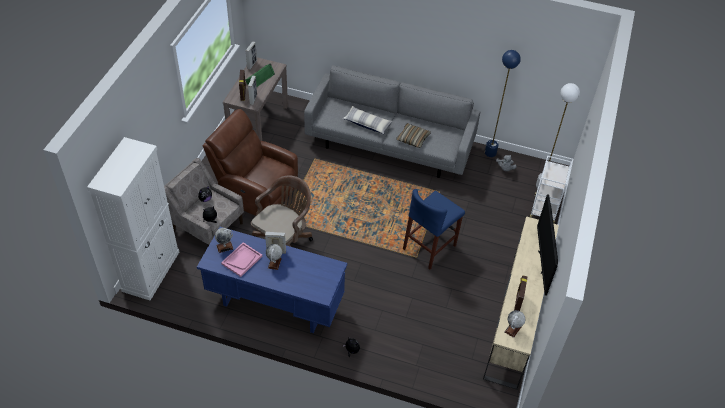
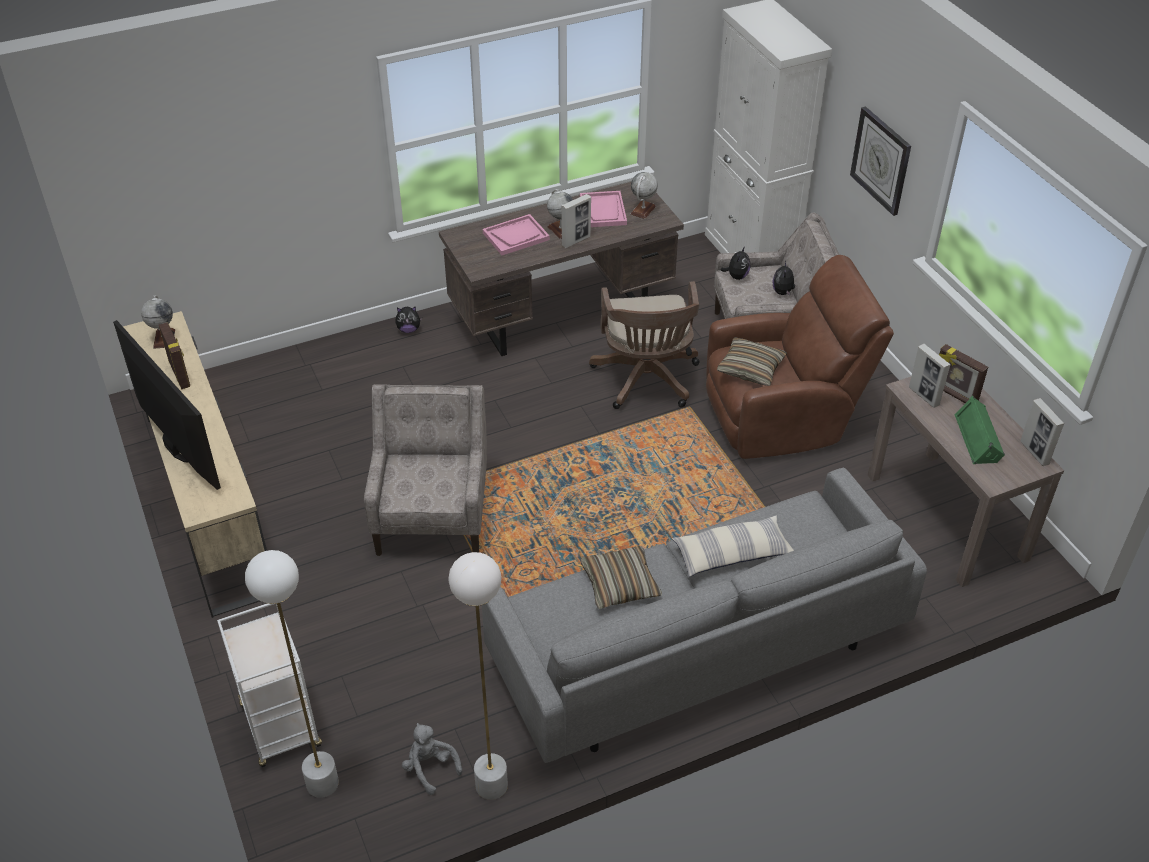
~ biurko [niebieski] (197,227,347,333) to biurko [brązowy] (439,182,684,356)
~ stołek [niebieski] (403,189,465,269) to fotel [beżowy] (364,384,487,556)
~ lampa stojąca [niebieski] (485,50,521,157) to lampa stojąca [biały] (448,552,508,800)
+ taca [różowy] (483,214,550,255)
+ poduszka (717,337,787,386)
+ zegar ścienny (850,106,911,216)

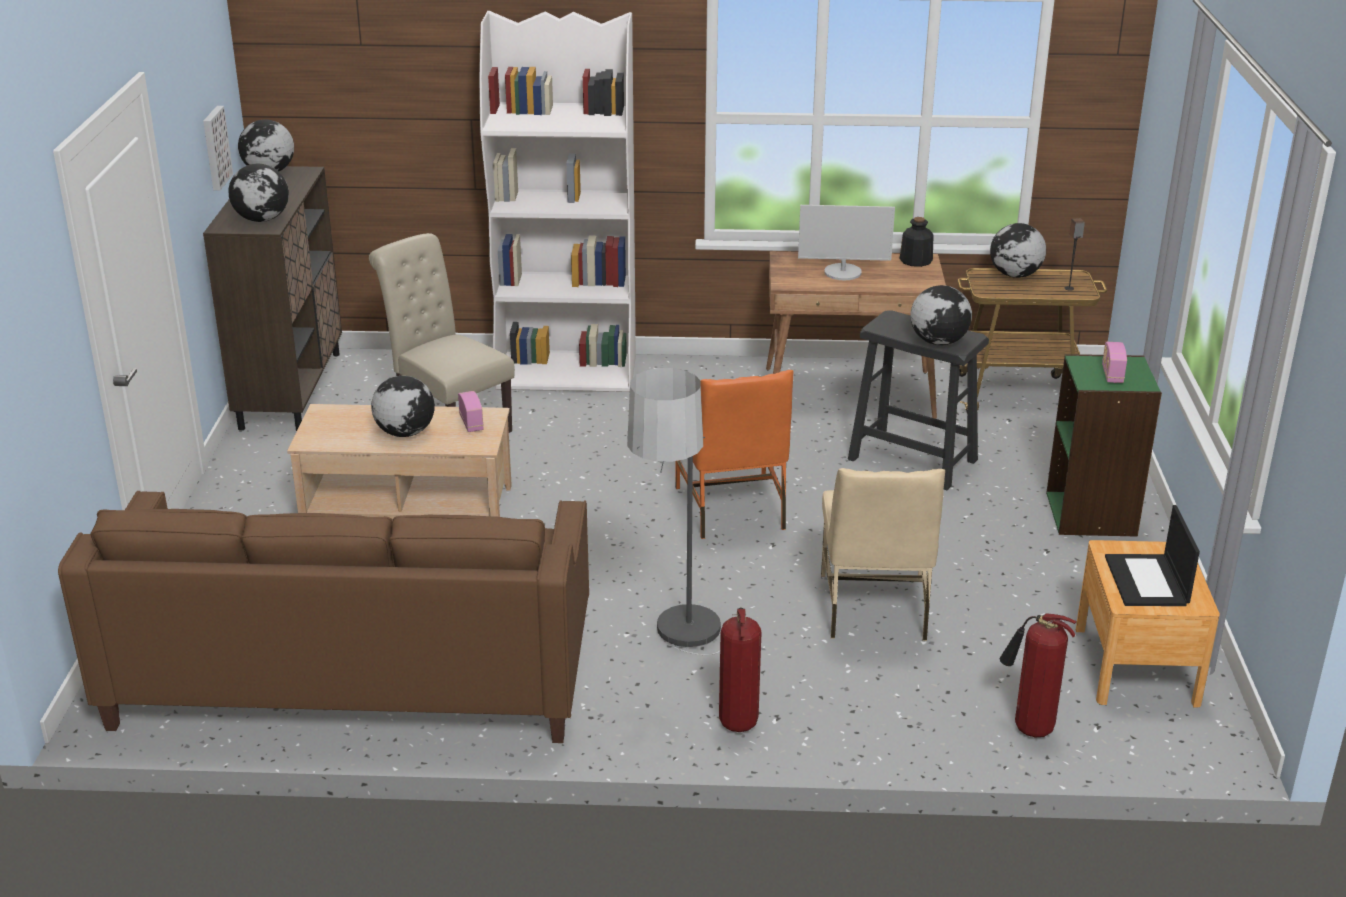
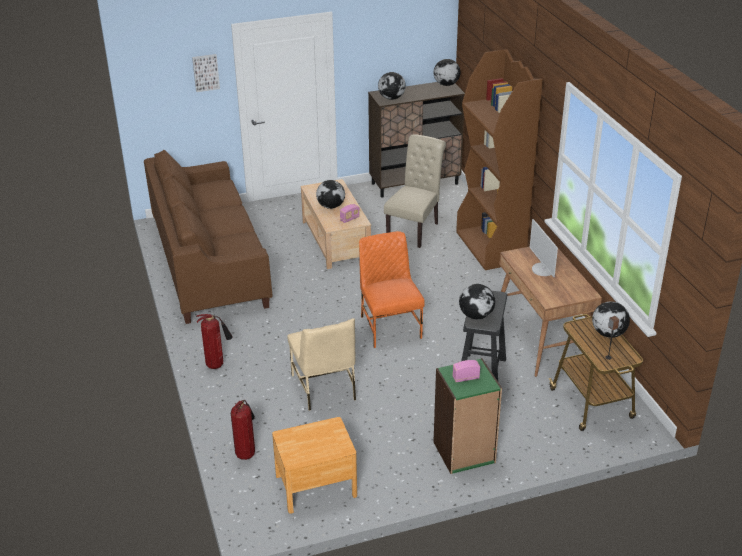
~ obraz (203,106,233,191) to (192,54,220,92)
~ regał [biały] (479,11,636,392) to regał [brązowy] (456,49,543,270)
- lampa stojąca (627,368,721,655)
~ krzesło [pomarańczowy] (675,370,794,539) = (359,231,425,348) 105 degrees clockwise
~ krzesło [beżowy] (821,468,945,641) = (287,318,356,411) 90 degrees counterclockwise
- butelka (900,217,934,267)
- laptop (1105,505,1200,606)

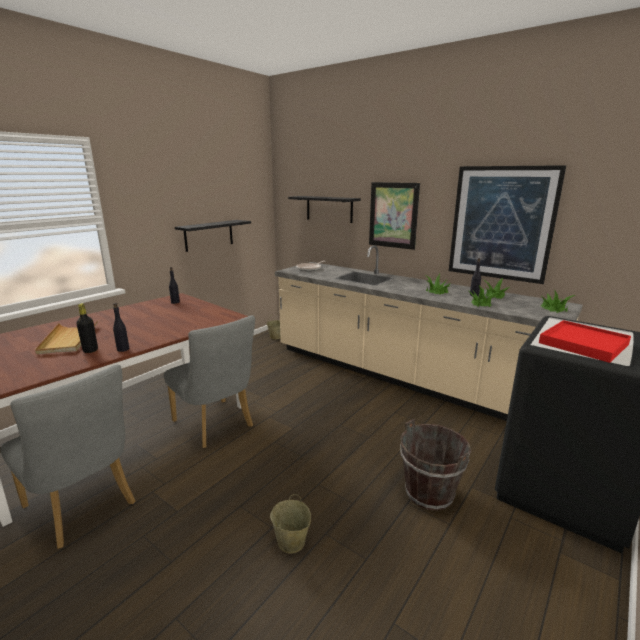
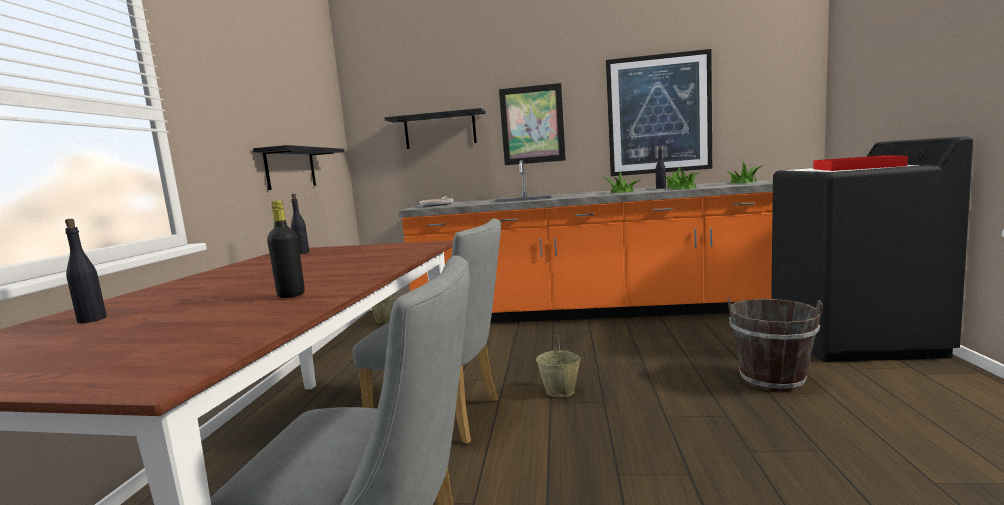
- taca [beżowy] (35,320,99,354)
~ butelka [czarny] (113,303,129,352) to (65,219,107,323)
~ wiadro [beżowy] (270,494,311,554) to (536,335,581,398)
~ zabudowa kuchenna [beżowy] (275,245,583,421) to zabudowa kuchenna [pomarańczowy] (398,160,773,323)

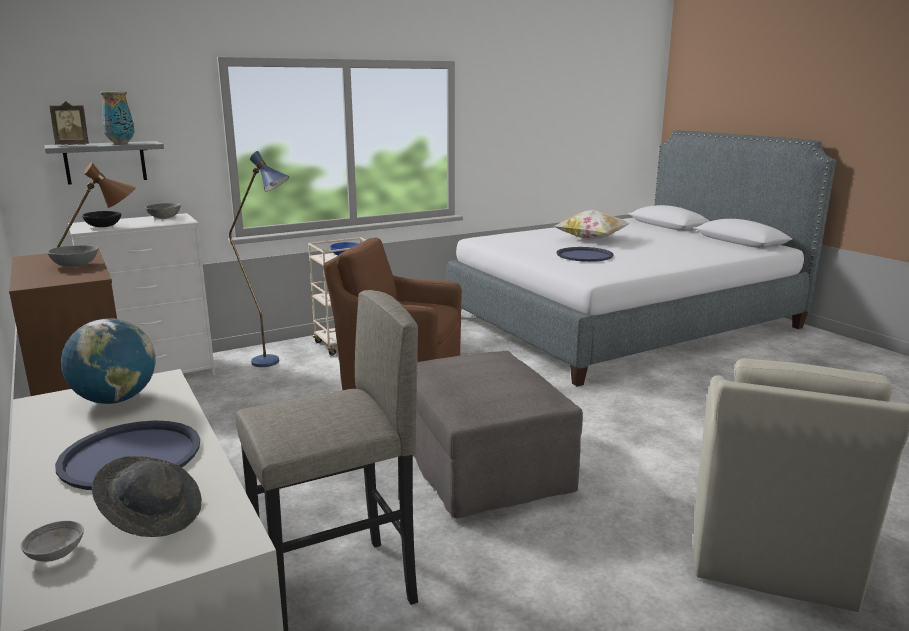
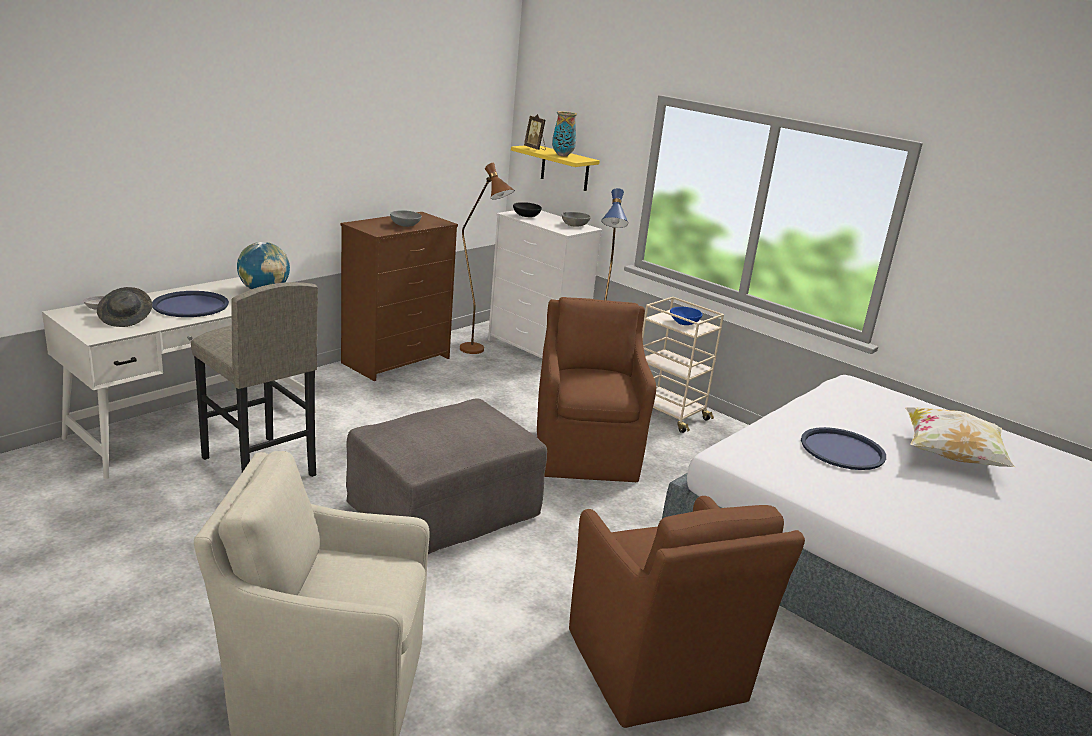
~ półka [szary] (44,141,164,185) to półka [żółty] (511,145,600,191)
+ fotel [brązowy] (569,496,805,728)

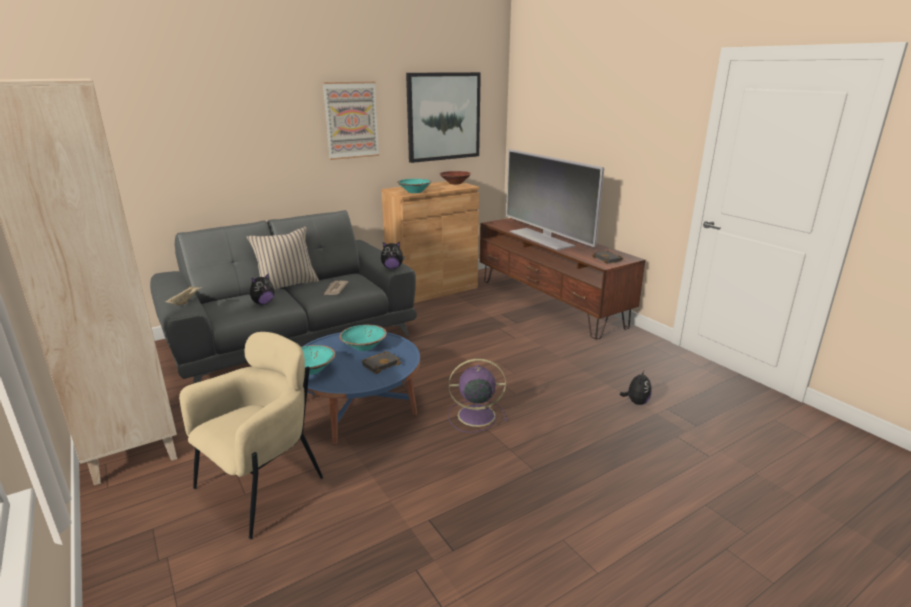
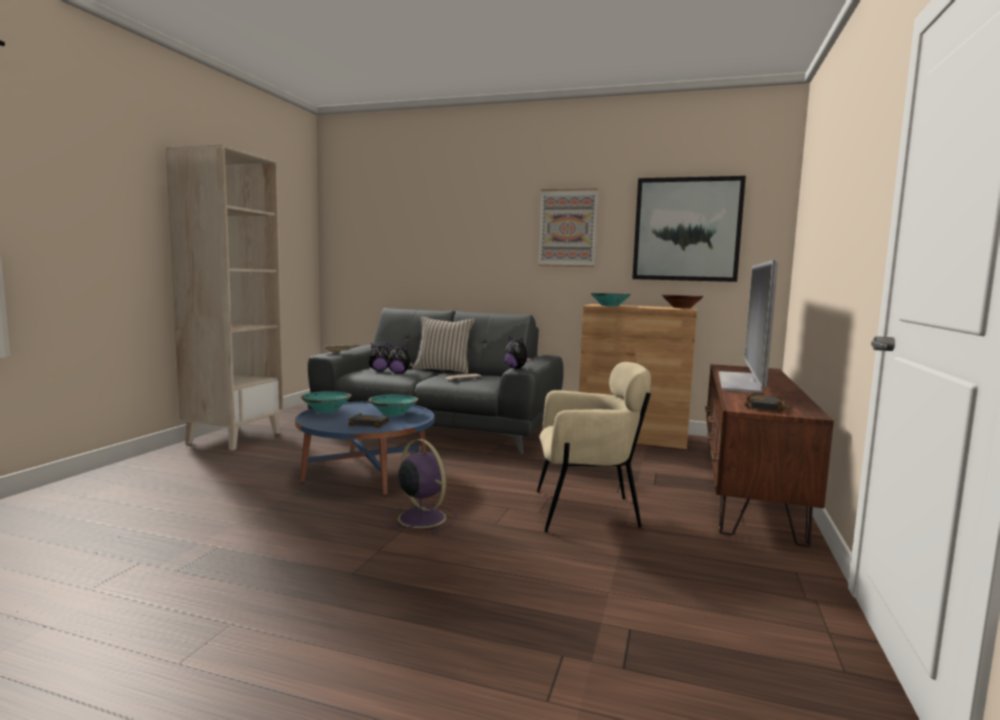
~ fotel [beżowy] (179,332,323,539) to (537,362,651,532)
~ pluszak (620,369,652,405) to (368,343,390,371)

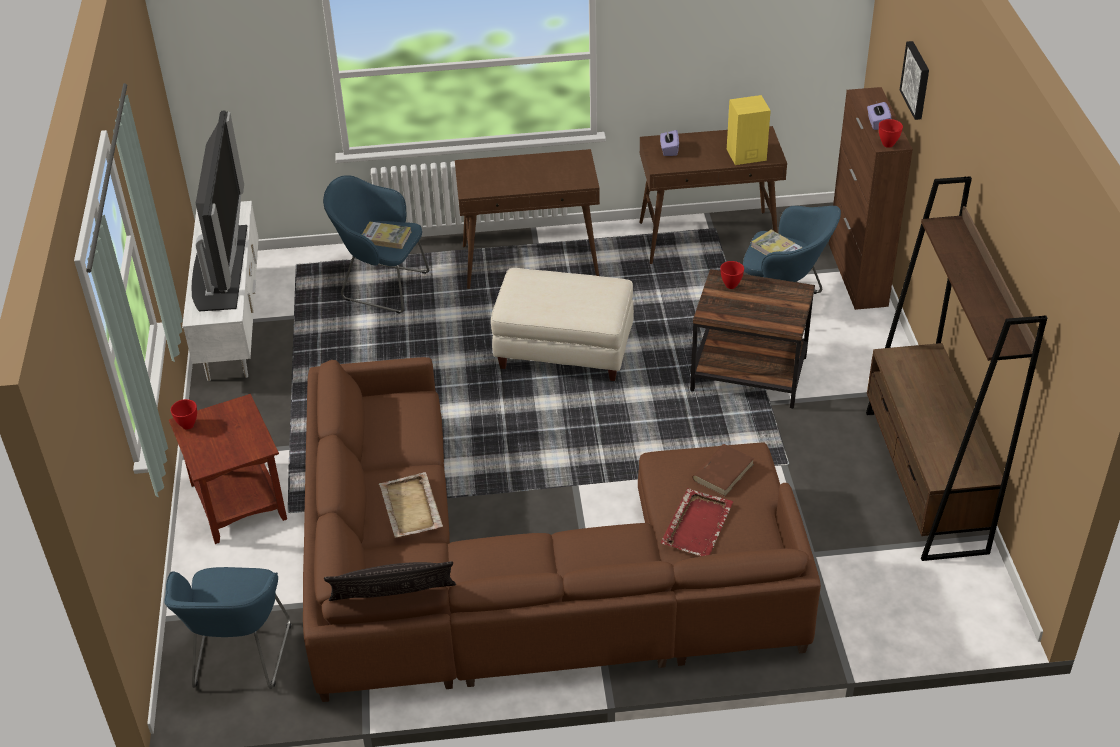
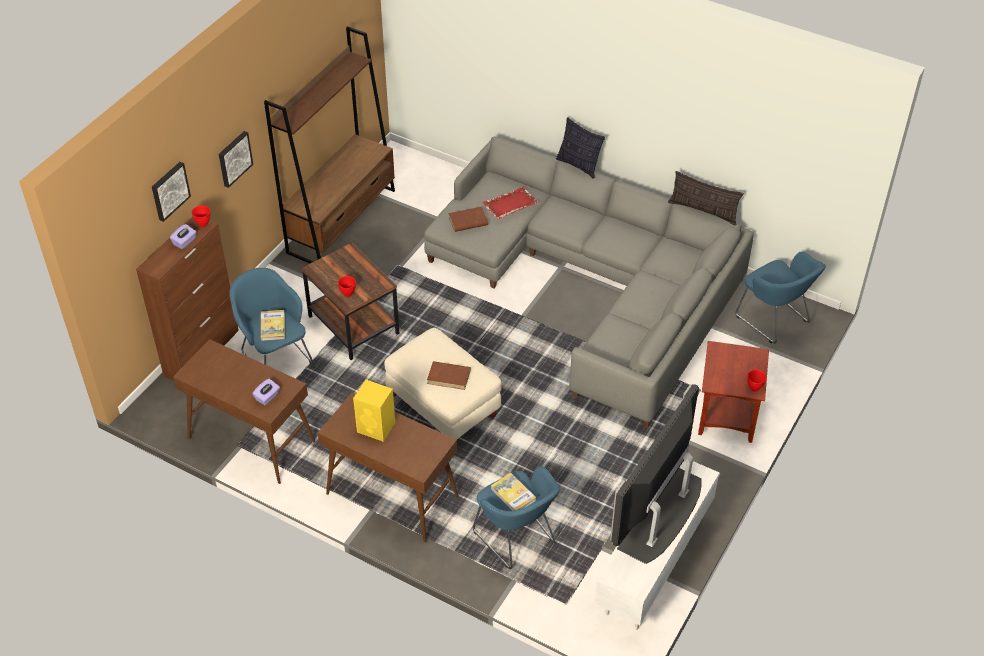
~ fotel [niebieski] (164,567,291,689) = (736,251,826,344) 105 degrees clockwise
~ kanapa [brązowy] (303,357,821,702) to kanapa [szary] (424,136,754,428)
- taca [beżowy] (379,472,443,538)
~ głośnik [żółty] (727,95,771,165) to (353,380,395,442)
+ obraz (219,131,253,188)
+ książka [brązowy] (427,361,471,390)
+ poduszka (556,117,605,179)

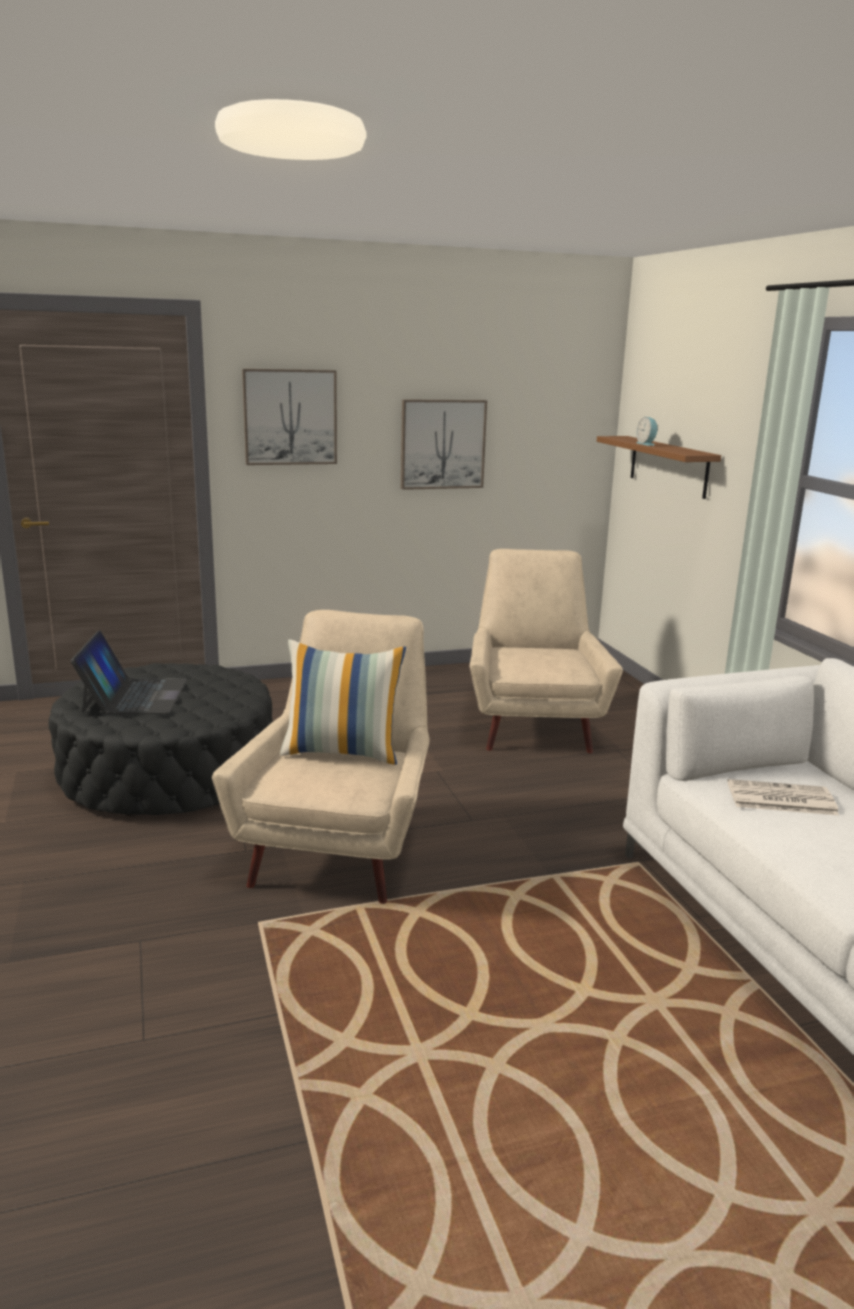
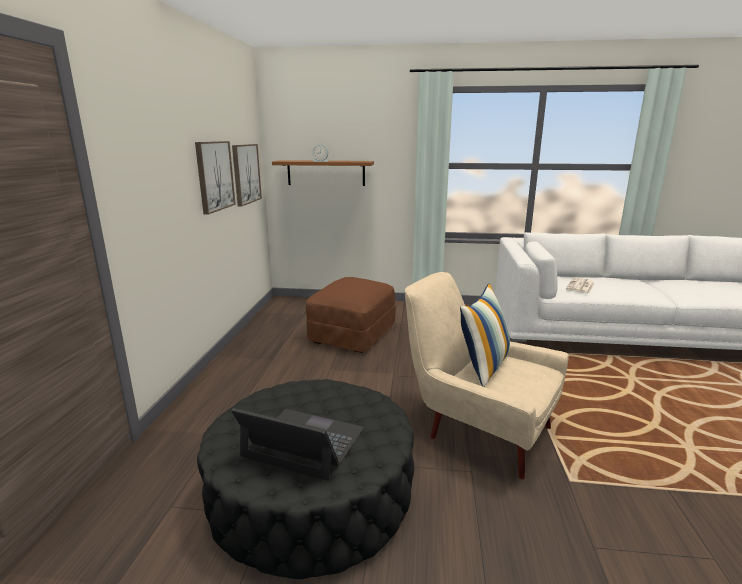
~ obraz (242,369,337,465) to (232,144,262,207)
~ fotel [beżowy] (470,549,623,753) to pufa [brązowy] (306,277,396,353)

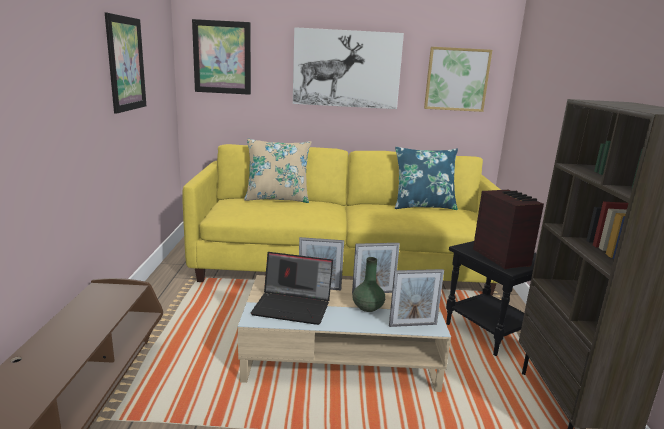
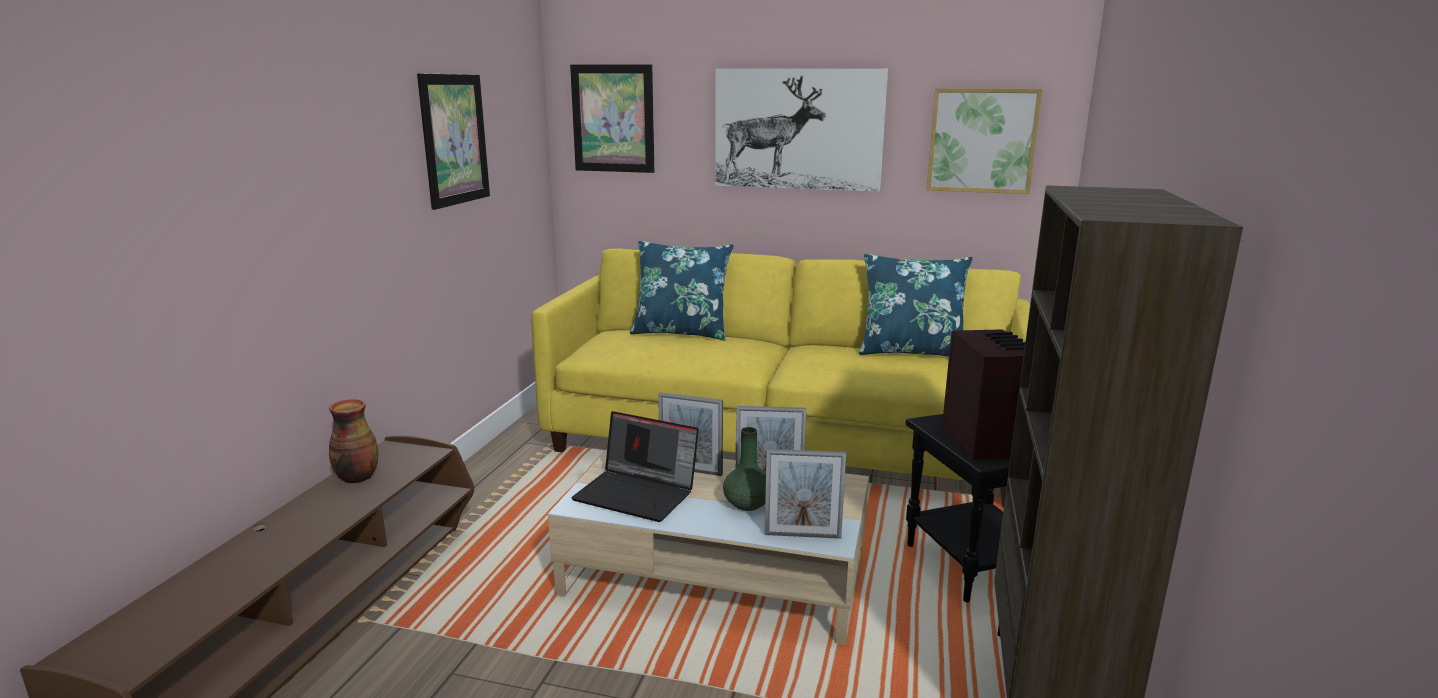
~ poduszka [beżowy] (244,139,312,203) to poduszka [niebieski] (630,240,734,341)
+ wazon (329,399,378,483)

